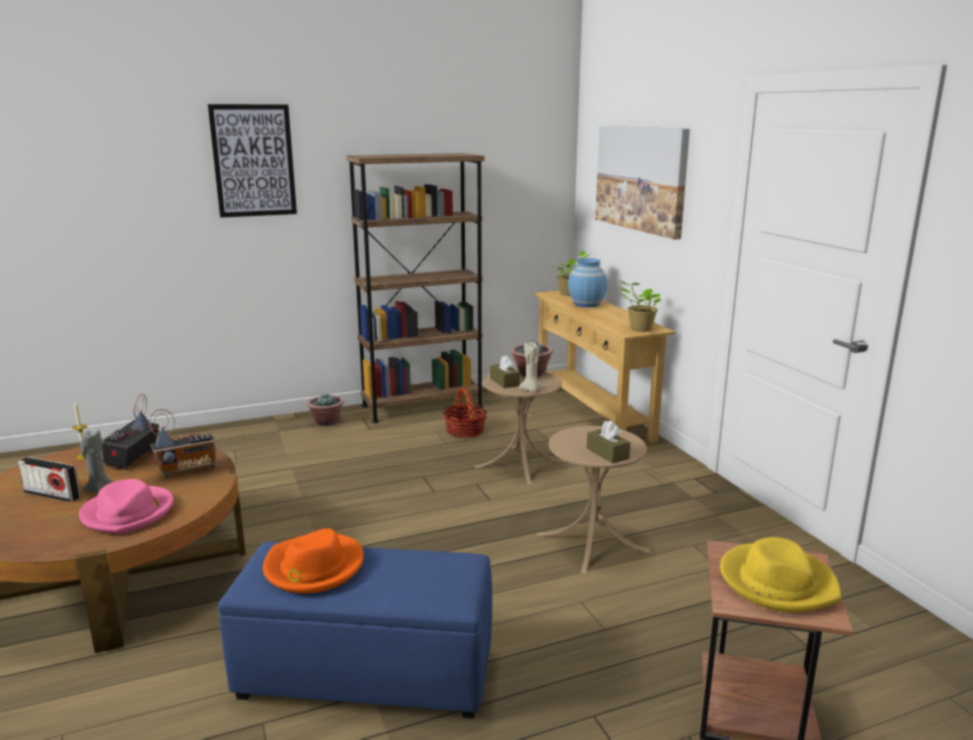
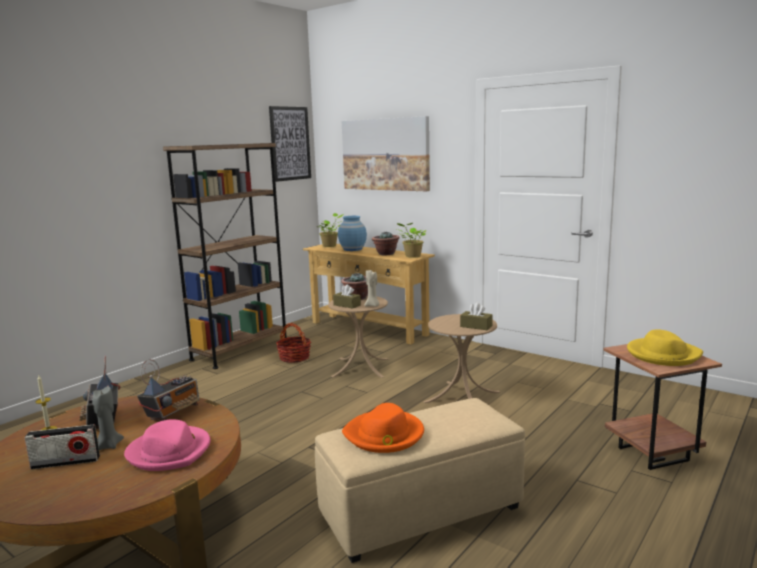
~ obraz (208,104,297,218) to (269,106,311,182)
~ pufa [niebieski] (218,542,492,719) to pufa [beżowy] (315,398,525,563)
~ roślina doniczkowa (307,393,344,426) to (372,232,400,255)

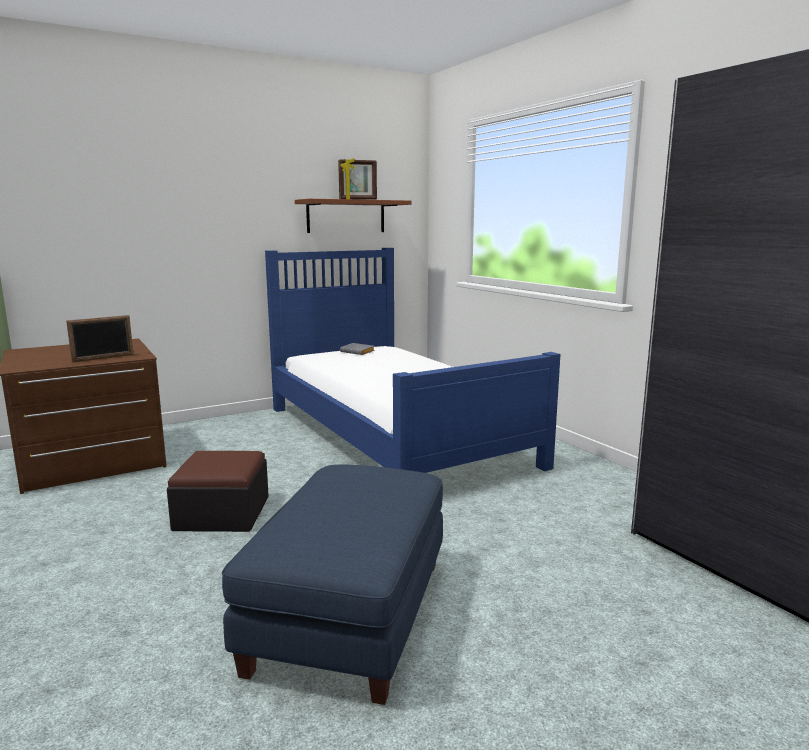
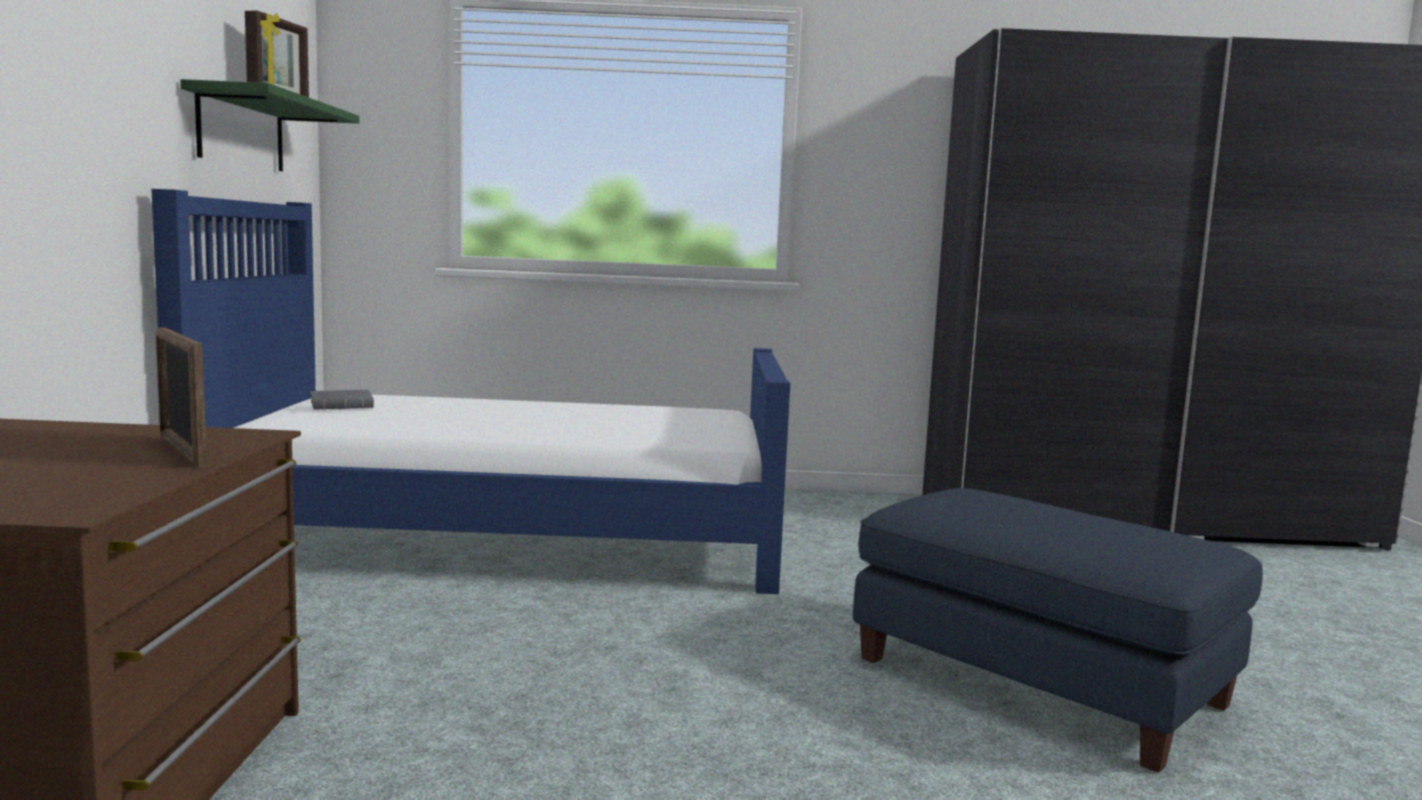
~ ramka na zdjęcie (66,315,134,362) = (155,328,207,468) 150 degrees clockwise
- pufa (167,451,269,532)
~ półka [brązowy] (295,199,411,233) to półka [zielony] (180,79,359,171)

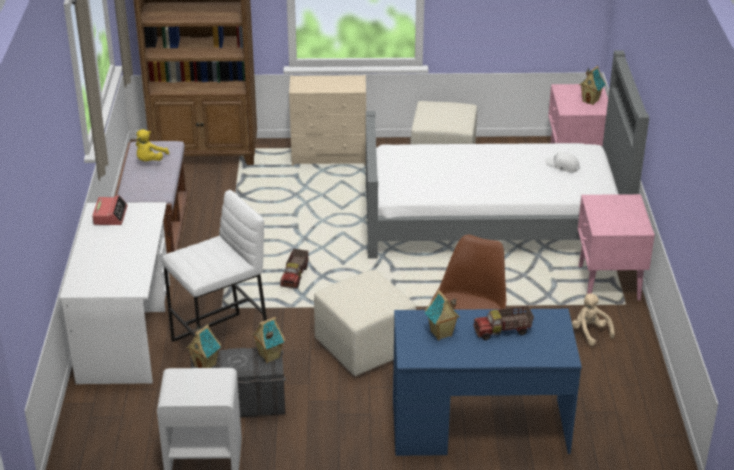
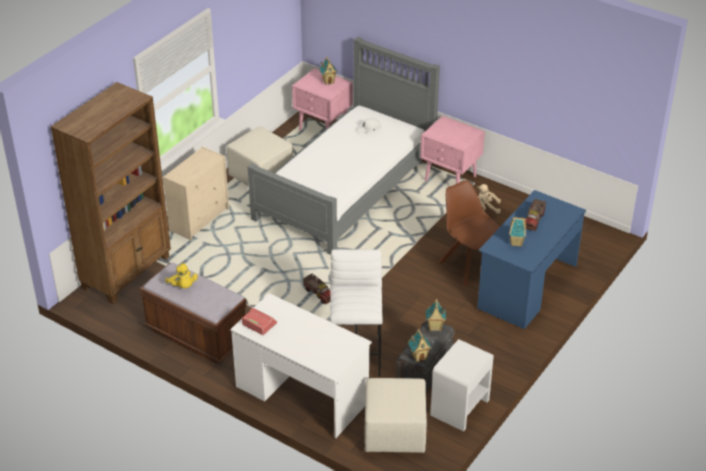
~ pufa [beżowy] (314,270,416,376) to (365,378,427,453)

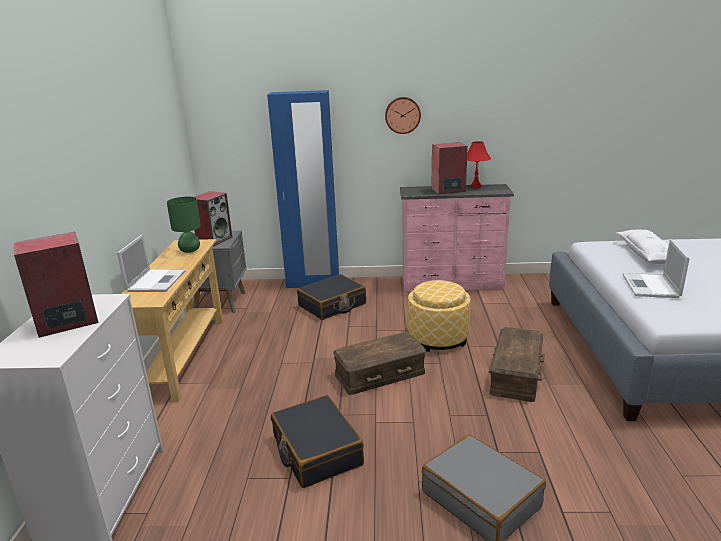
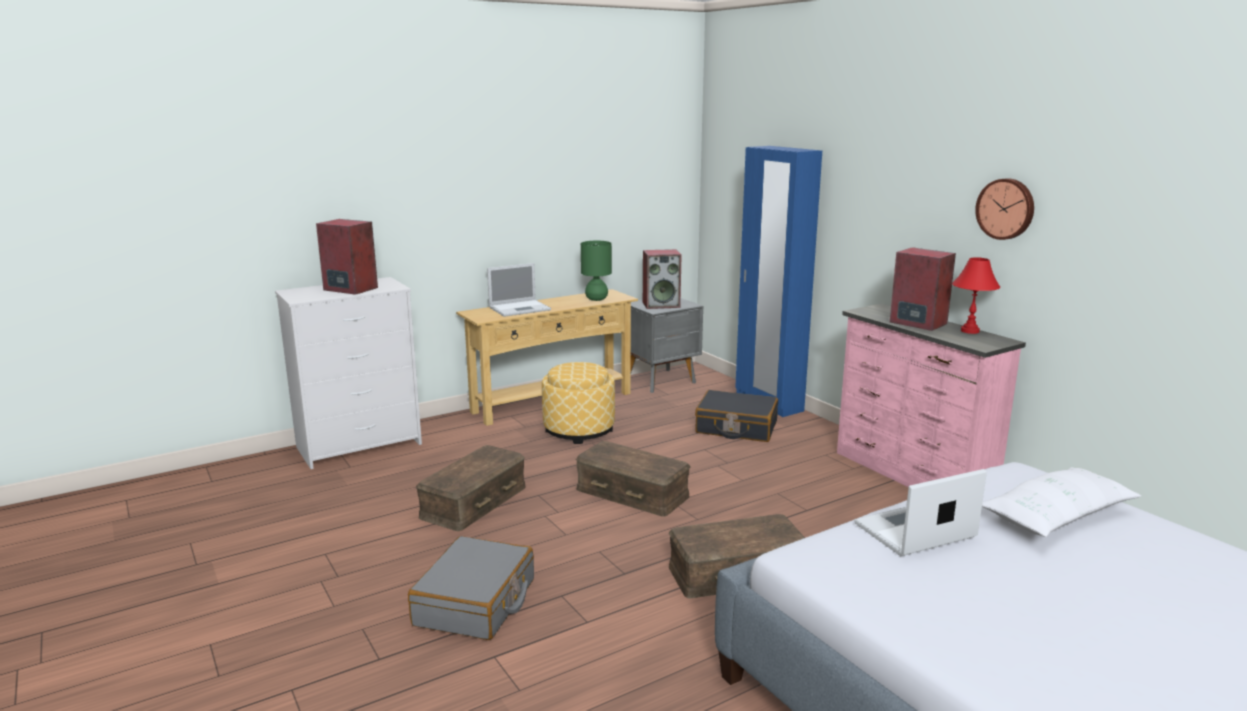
~ walizka [czarny] (271,395,364,488) to pojemnik do przechowywania [brązowy] (416,445,526,531)
~ zegar ścienny (385,97,421,134) to (975,178,1034,240)
~ pufa (408,280,471,352) to (542,362,615,444)

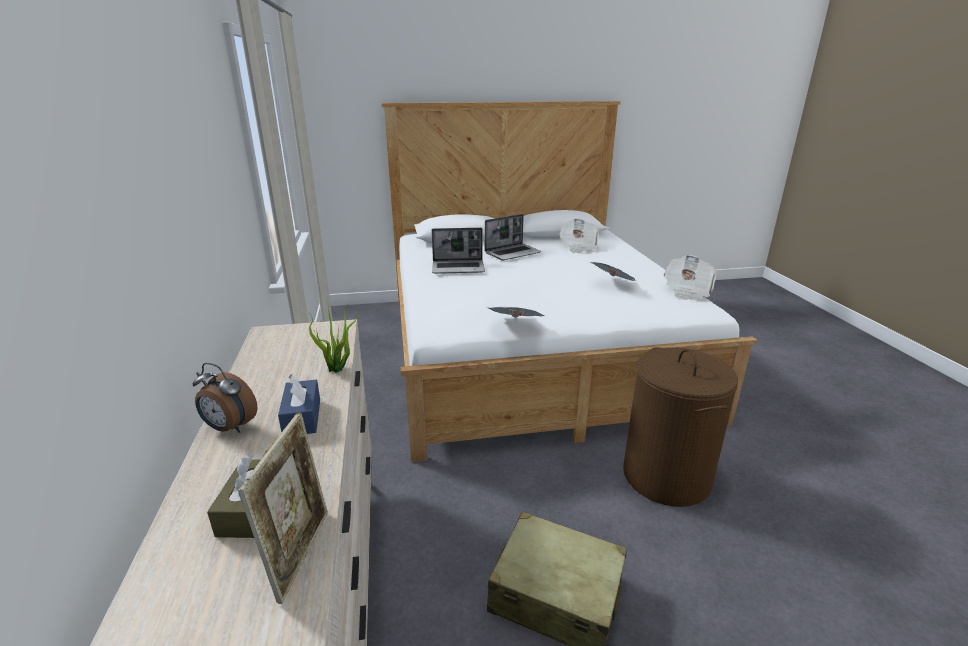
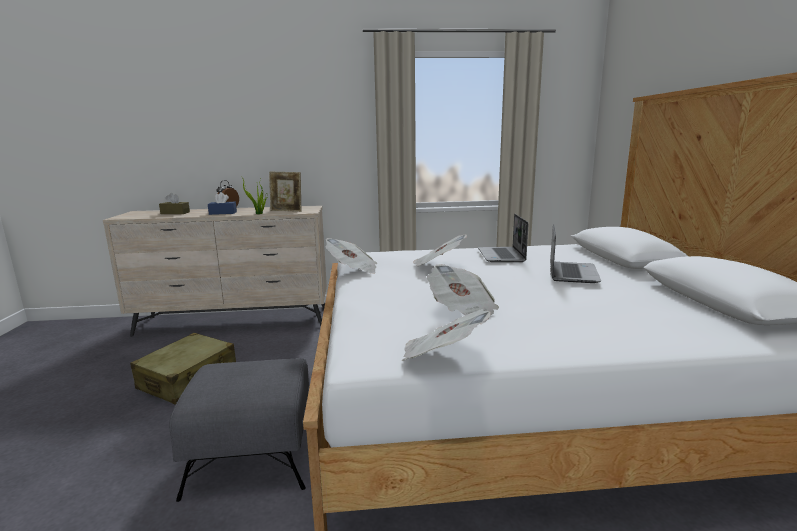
~ ramka na zdjęcie (238,412,328,604) to (269,172,302,212)
~ laptop (485,214,541,261) = (550,224,601,283) 135 degrees counterclockwise
~ gazeta (559,218,599,253) to (413,235,467,266)
~ kosz na pranie [brązowy] (623,347,738,507) to pufa [szary] (169,358,309,502)

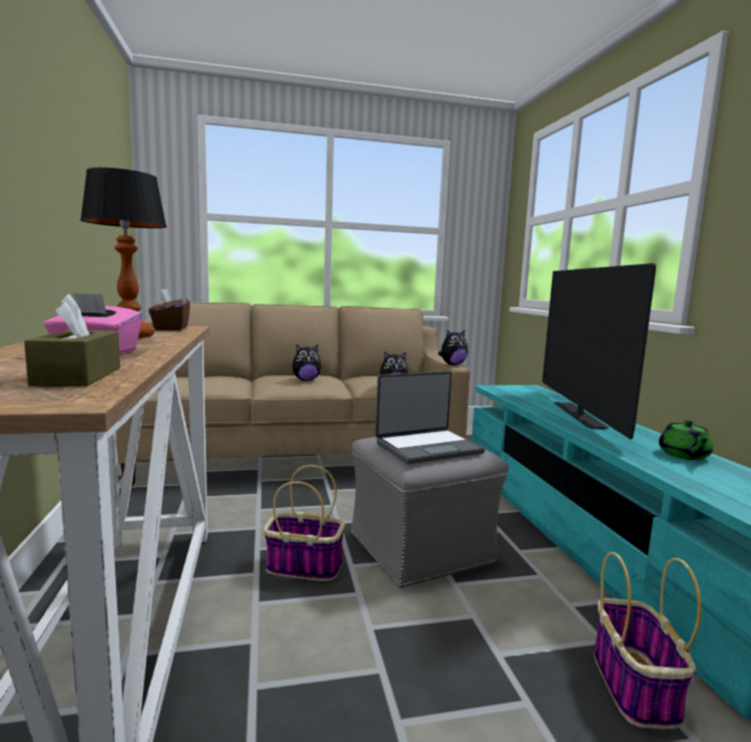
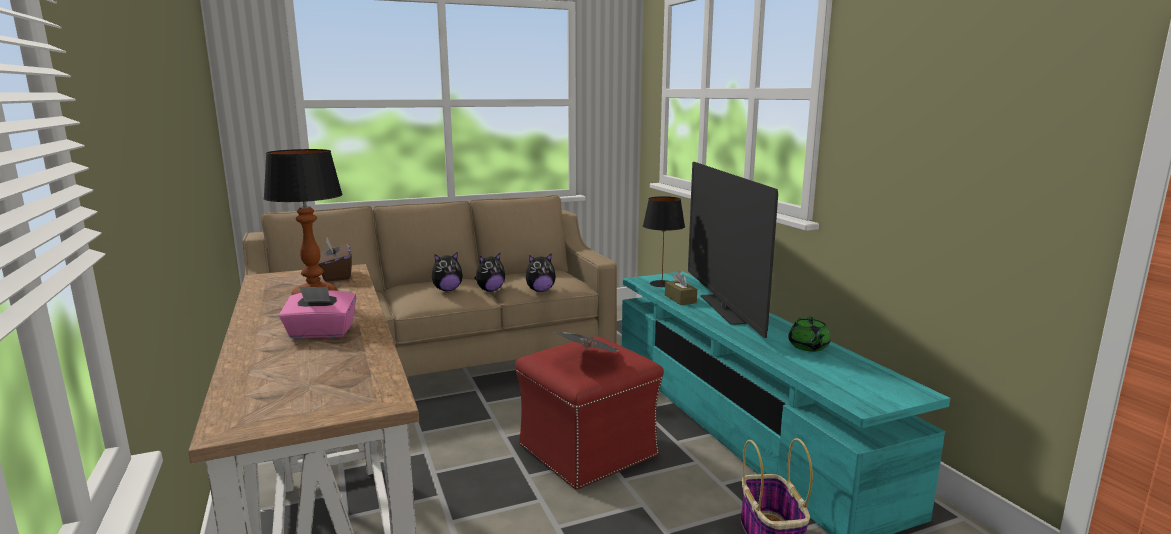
~ pudełko chusteczek [brązowy] (24,294,120,386) to (665,271,697,305)
- koszyk (264,465,345,581)
~ pufa [szary] (351,437,509,588) to pufa [czerwony] (515,336,664,490)
~ laptop (375,371,485,464) to gazeta (556,332,619,352)
~ pluszak (438,330,468,365) to (474,253,505,292)
+ lampa stołowa [czarny] (643,196,685,287)

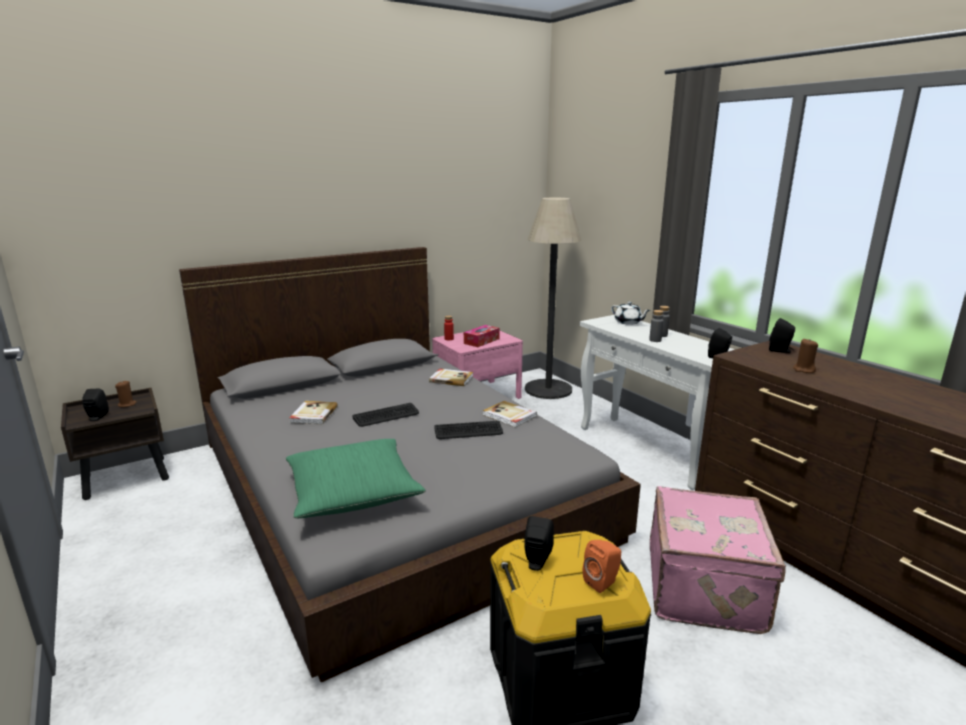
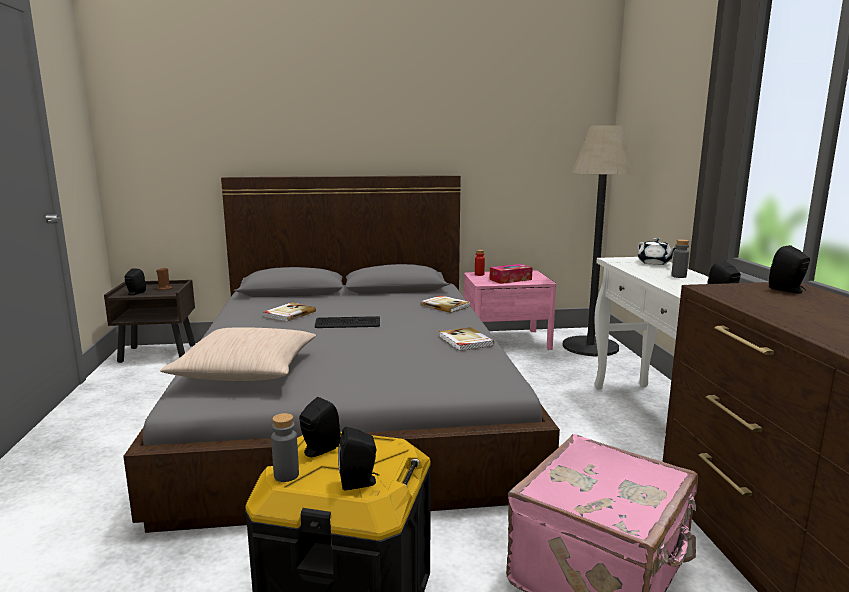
~ poduszka [zielony] (285,439,426,518) to poduszka [beżowy] (160,327,316,381)
- klawiatura (435,421,503,439)
~ głośnik [pomarańczowy] (583,540,621,593) to głośnik [czarny] (338,427,379,490)
~ butelka [szary] (649,310,664,342) to (271,413,299,482)
- świeca [brązowy] (793,339,818,373)

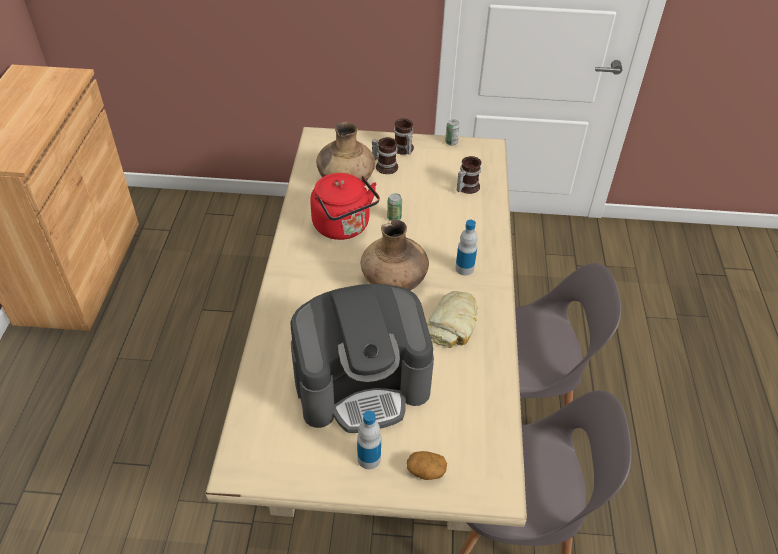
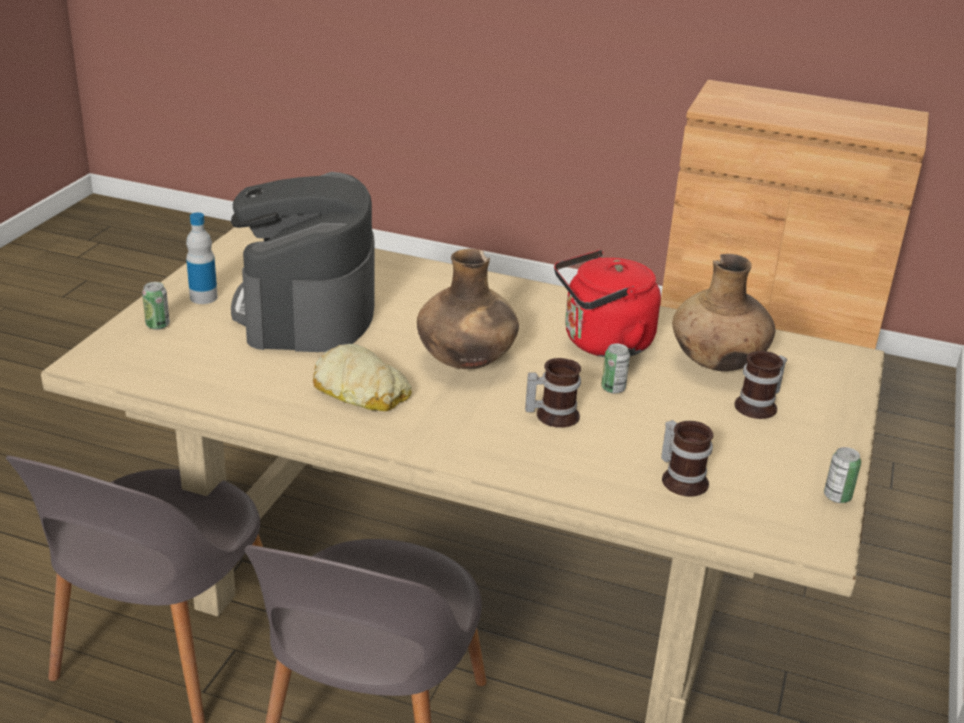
~ kubek (394,118,414,155) to (525,358,581,428)
~ ziemniak (407,451,447,480) to puszka (142,282,170,330)
- butelka (455,220,478,276)

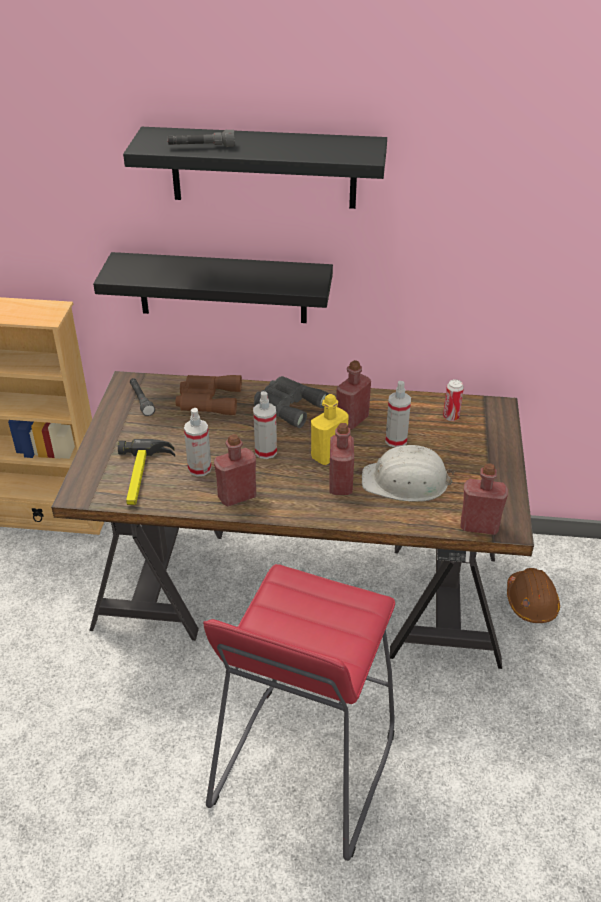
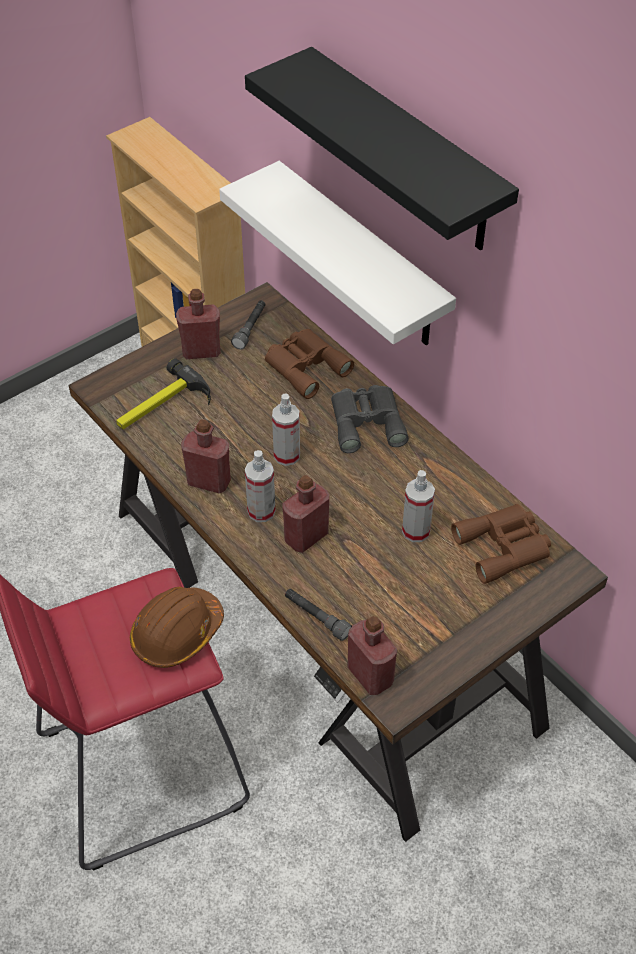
~ półka [czarny] (93,252,333,323) to półka [biały] (219,161,456,345)
~ latarka [szary] (168,130,235,147) to (285,588,352,641)
~ spryskiwacz (184,408,212,477) to (245,450,276,522)
- butelka [żółty] (311,394,349,465)
~ butelka [czerwony] (336,360,371,430) to (176,289,221,359)
- kask [biały] (362,445,455,502)
~ puszka (443,379,464,421) to lornetka [brązowy] (451,504,551,584)
~ kask [brązowy] (507,568,560,623) to (130,587,224,668)

